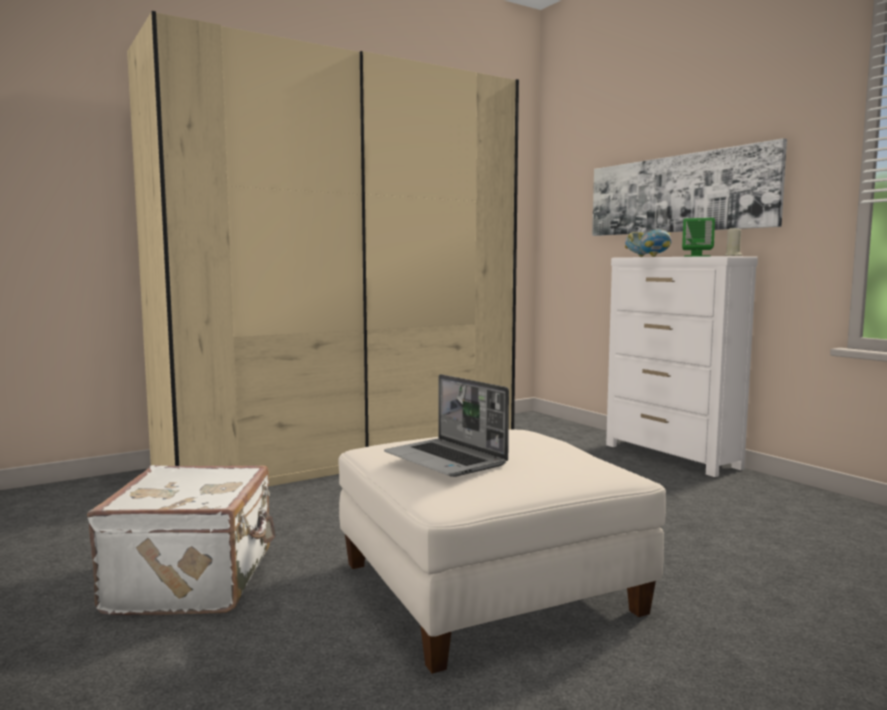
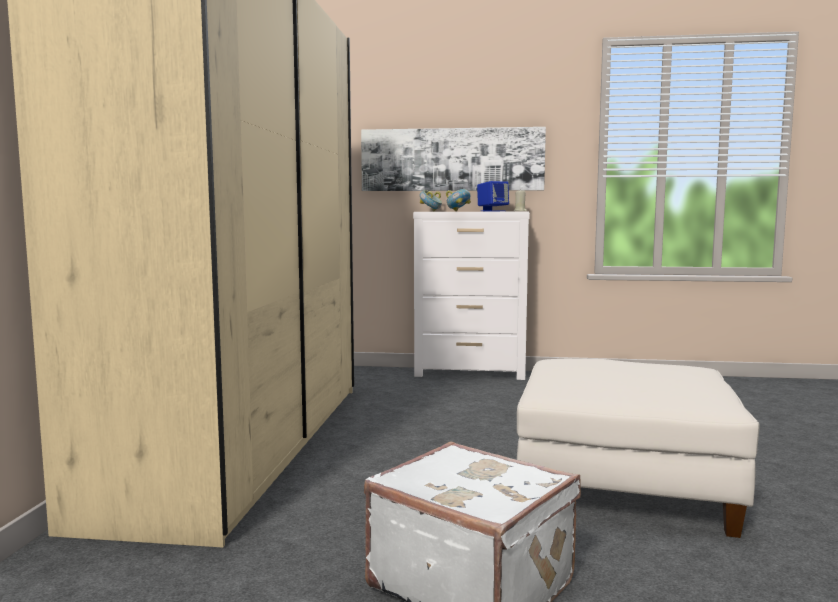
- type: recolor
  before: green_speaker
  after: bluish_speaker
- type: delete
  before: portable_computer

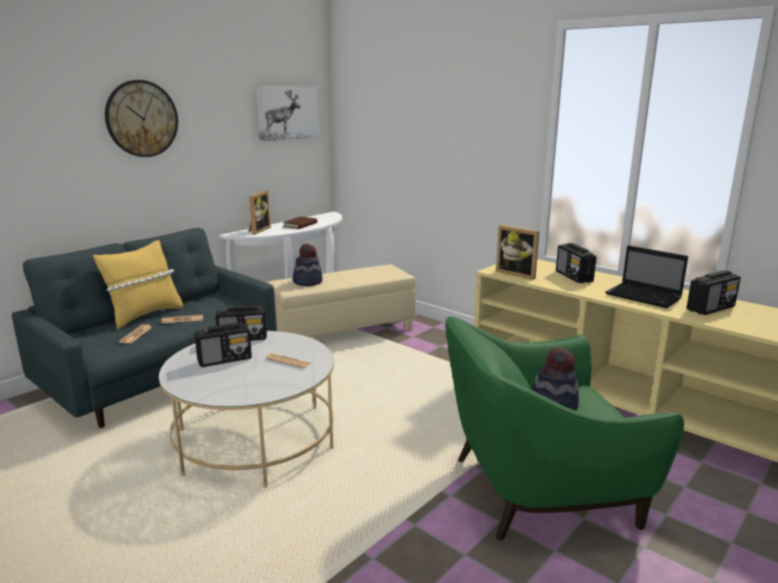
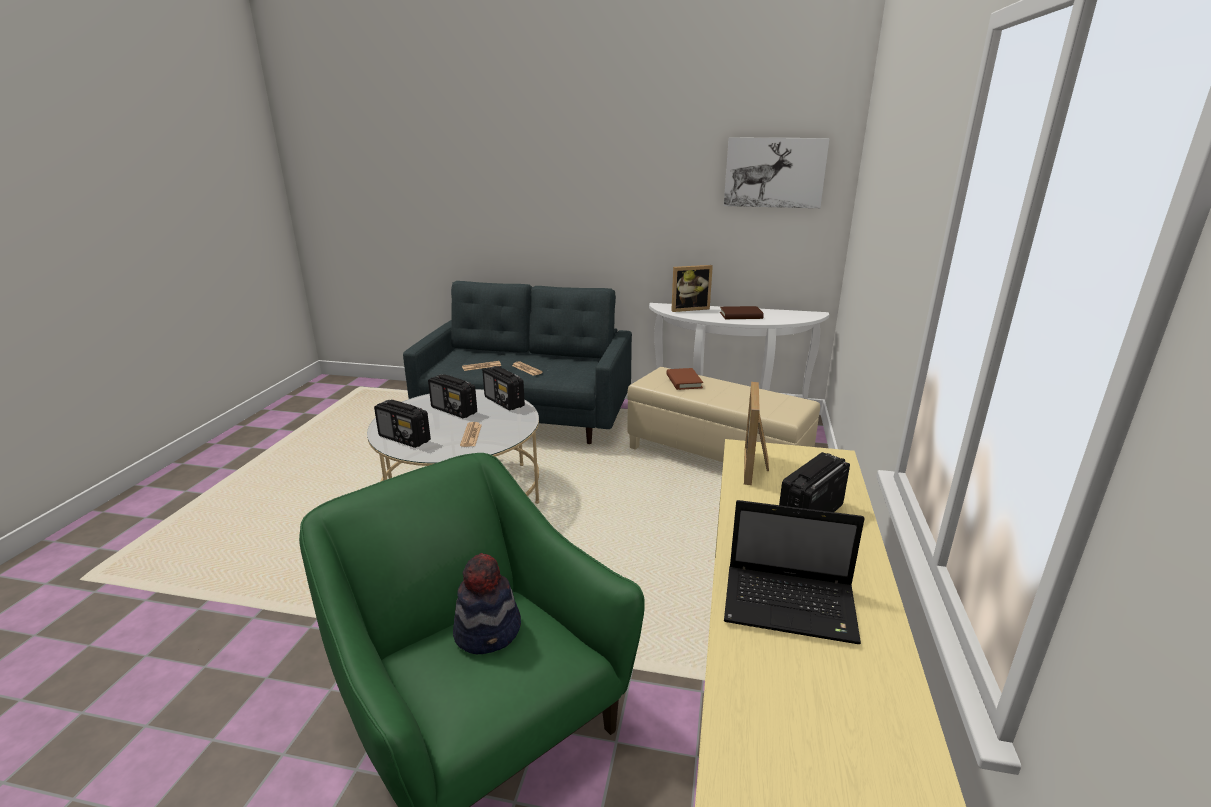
- type: move
  before: radio_receiver (4th from left in the first image)
  after: radio_receiver (1st from left)
- type: replace
  before: clothing_hat (1st from left)
  after: brownish_book (1st from left)
- type: rotate
  before: portable_computer
  turn: -90
- type: delete
  before: yellow_pillow
- type: delete
  before: clock_on_the_wall

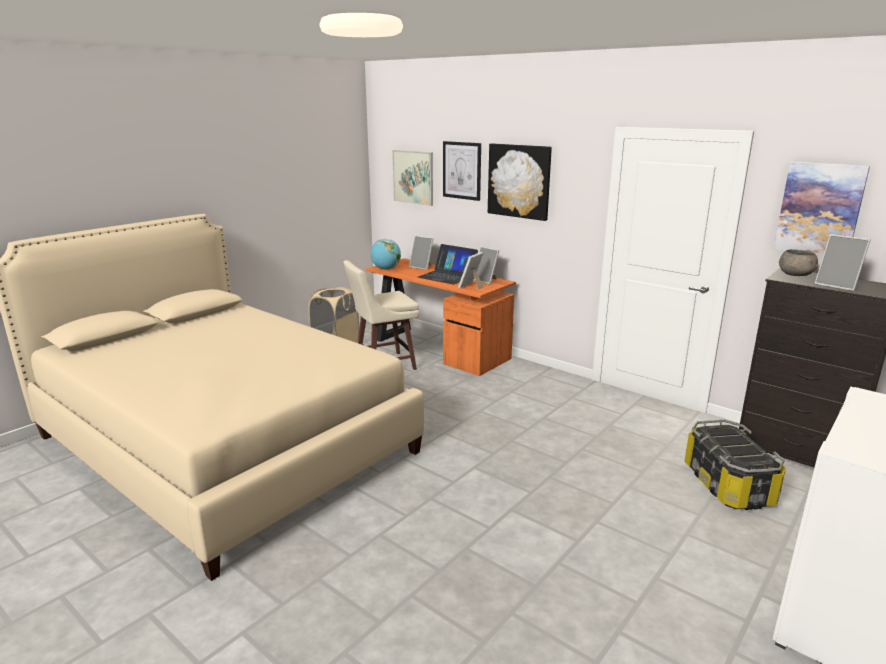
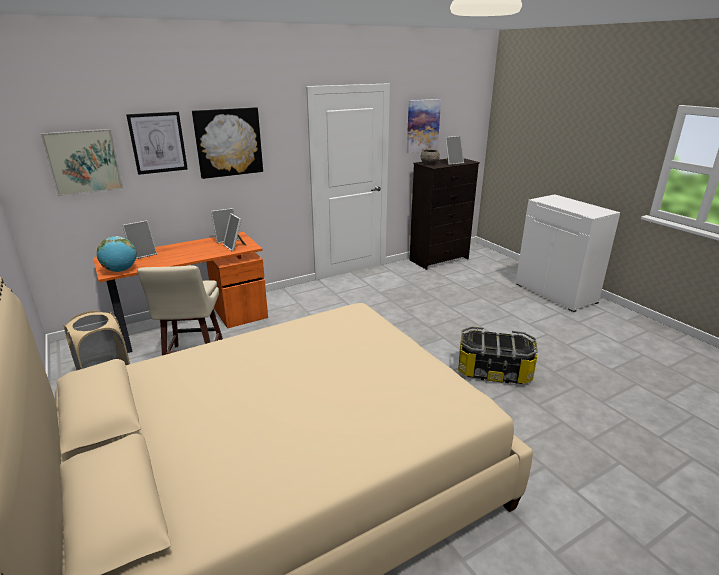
- type: move
  before: storage_bin
- type: delete
  before: portable_computer

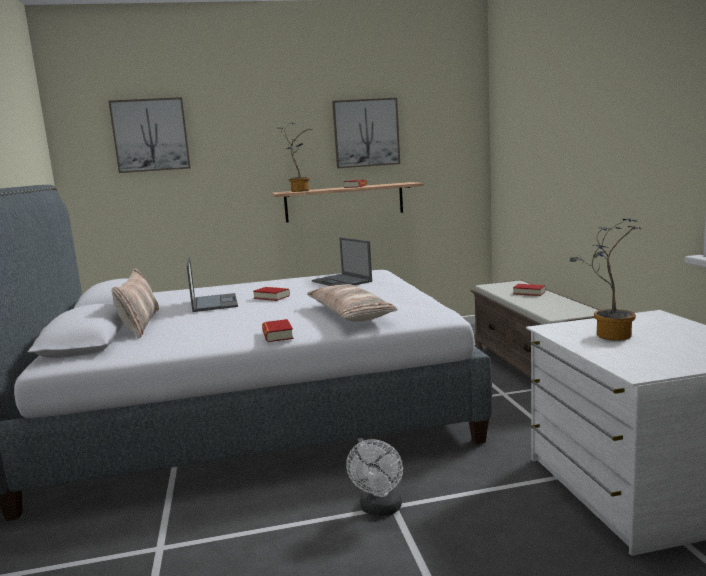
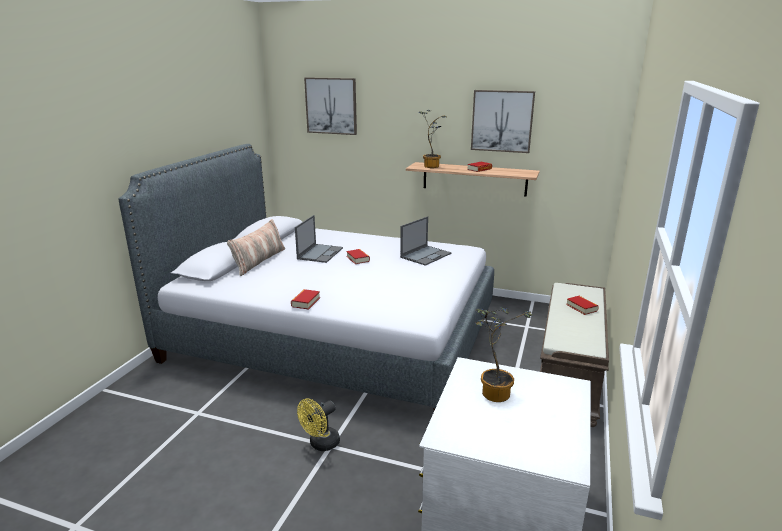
- type: recolor
  before: white-coloured_fan
  after: yellow_fan
- type: rotate
  before: portable_computer (2nd from left)
  turn: -135
- type: delete
  before: pillow (2nd from left)

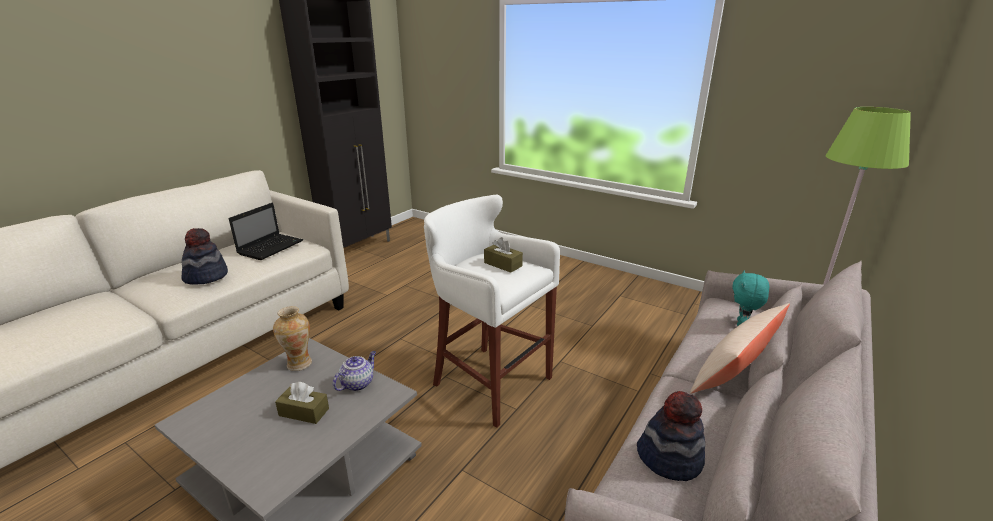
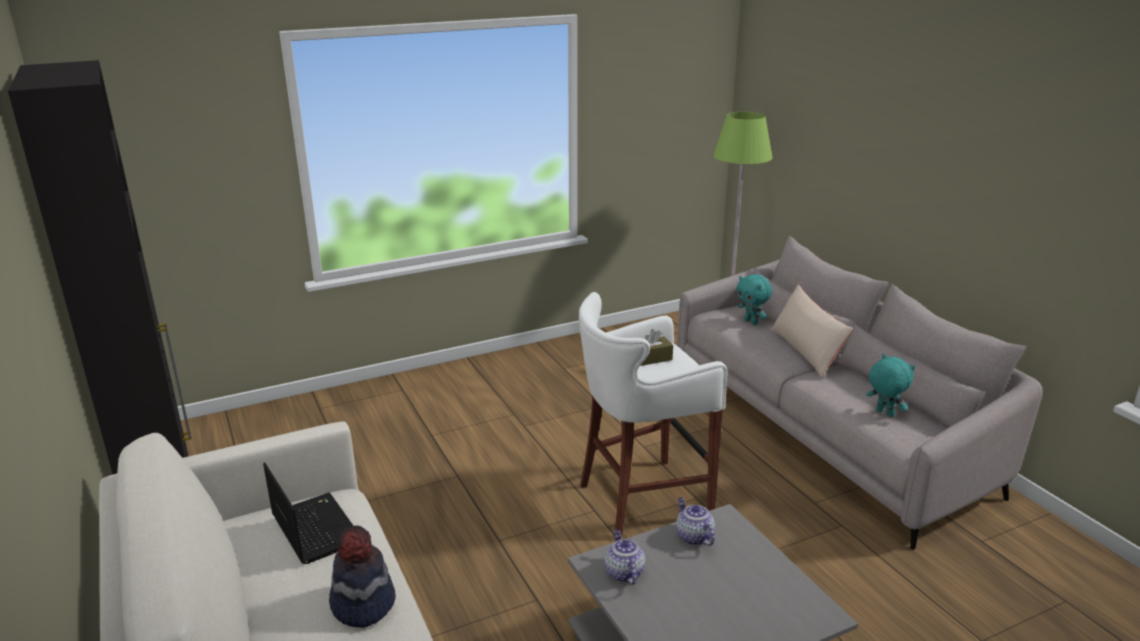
- type: replace
  before: vase
  after: teapot (1st from left)
- type: replace
  before: clothing_hat (2nd from left)
  after: turquoise_plush_toy (2nd from left)
- type: delete
  before: brownish_tissue_holder (1st from left)

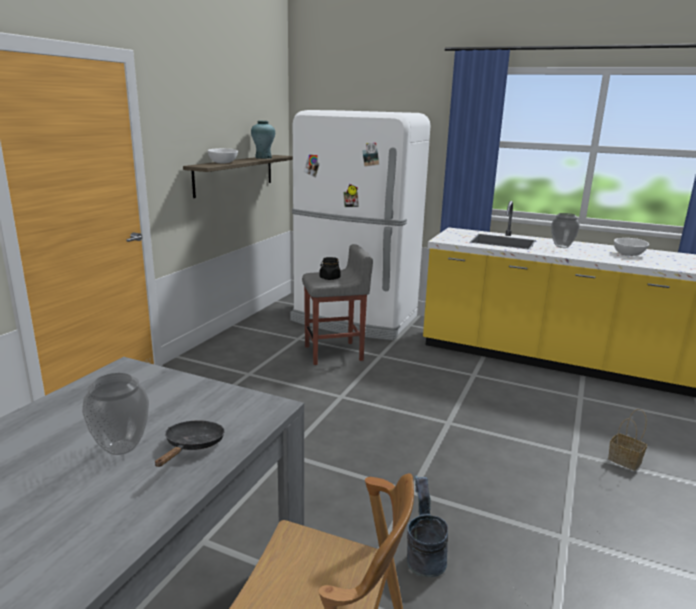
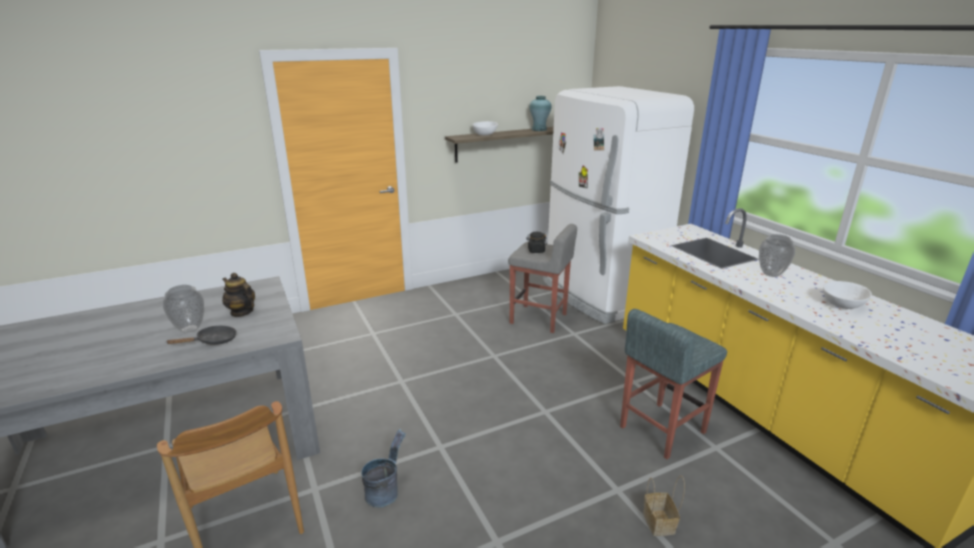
- type: insert
  after: teapot
- type: insert
  after: gray_sitting_stool (2nd from left)

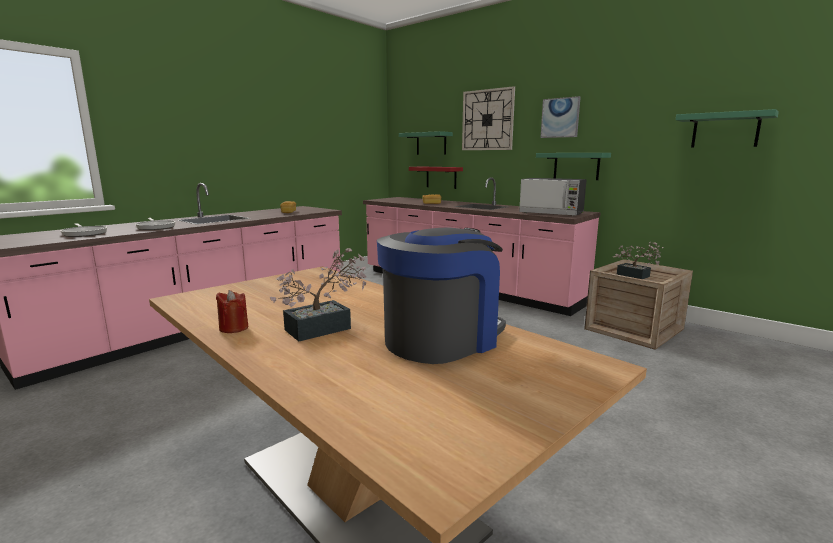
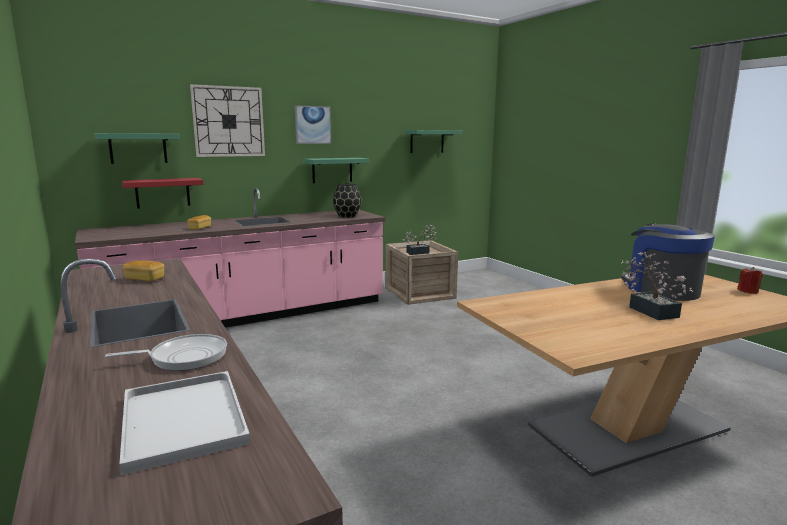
- type: replace
  before: frying_pan (1st from left)
  after: white-coloured_tray
- type: replace
  before: microwave_oven
  after: blackish_vase
- type: move
  before: reddish_wax_candle

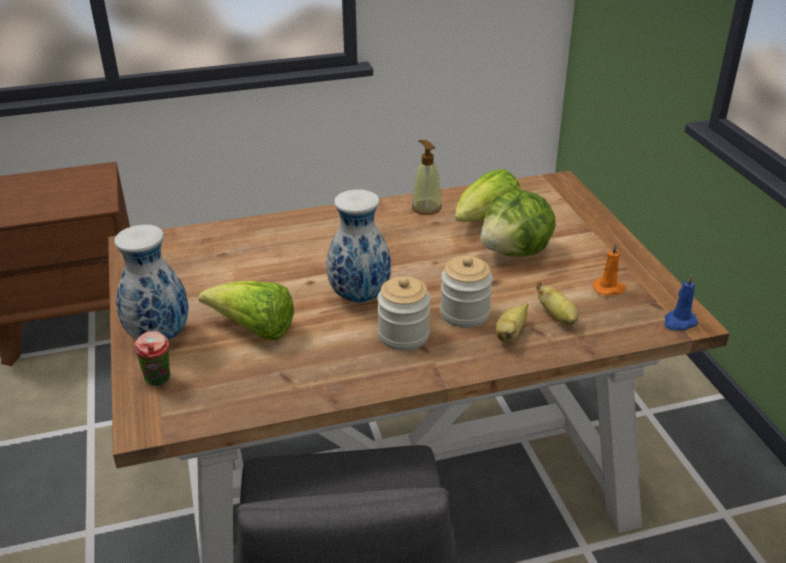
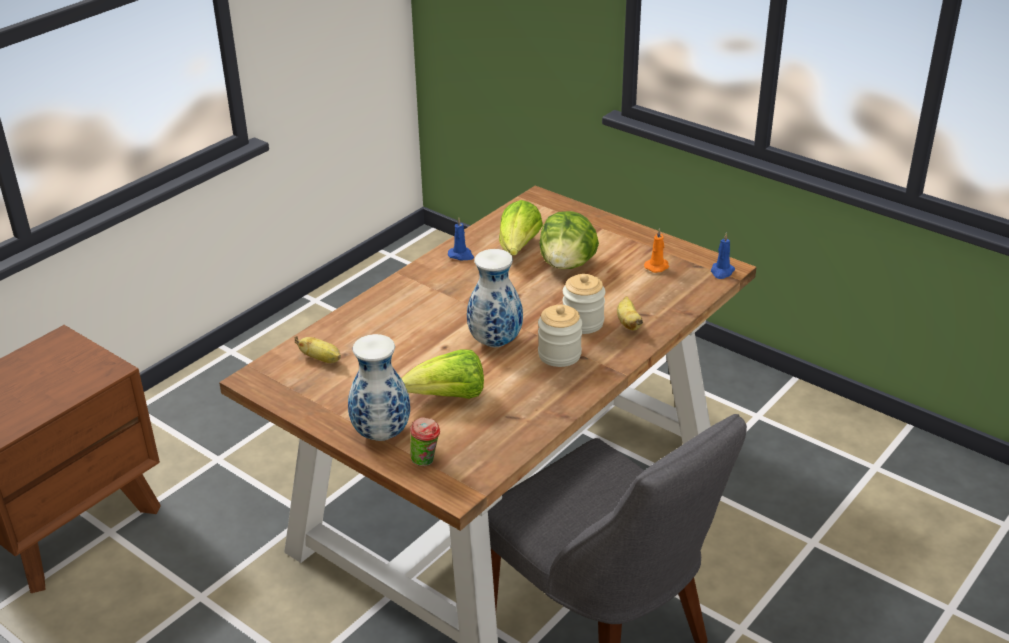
- type: move
  before: whole_banana (2nd from left in the first image)
  after: whole_banana (1st from left)
- type: replace
  before: soap_dispenser
  after: bluish_wax_candle (1st from left)

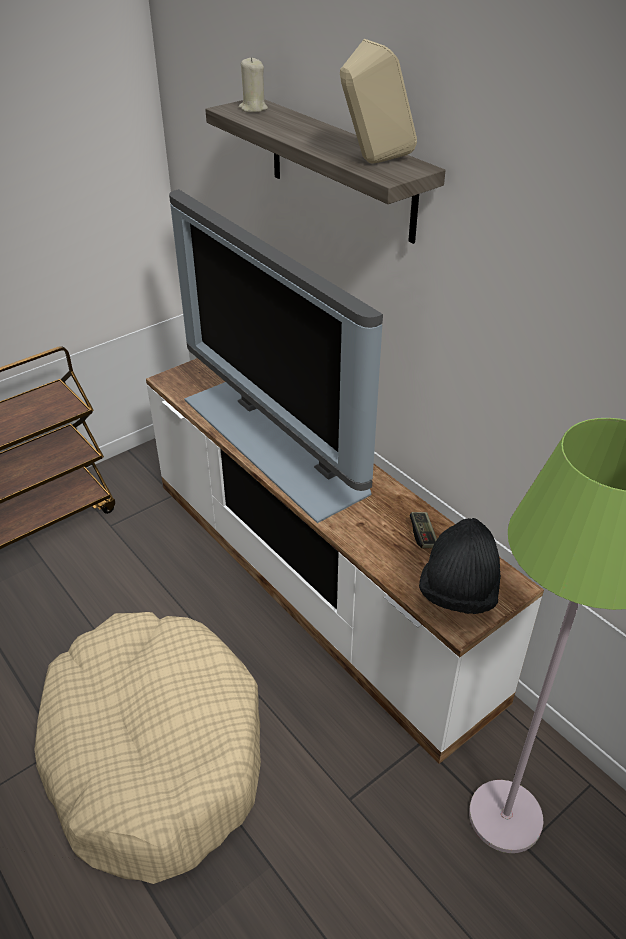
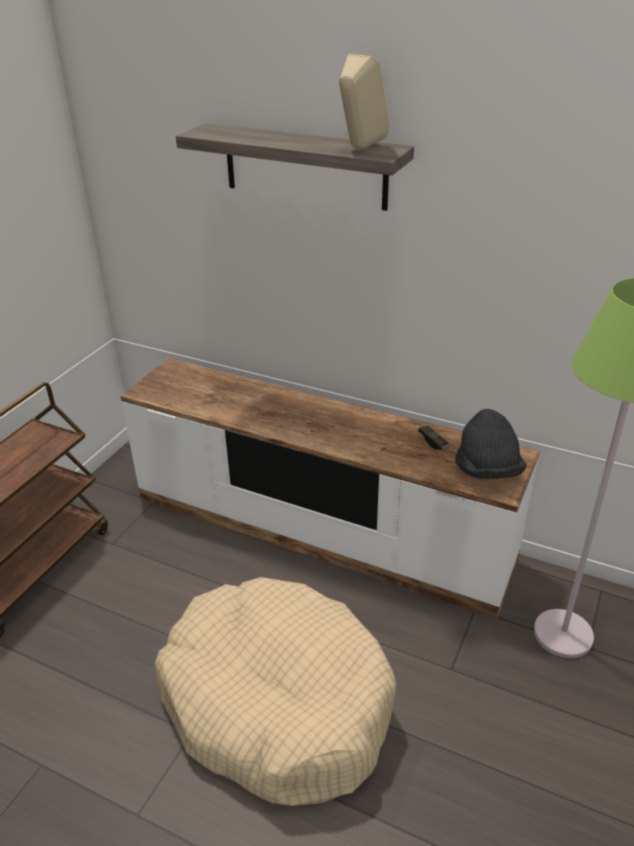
- type: delete
  before: TV
- type: delete
  before: beige_wax_candle

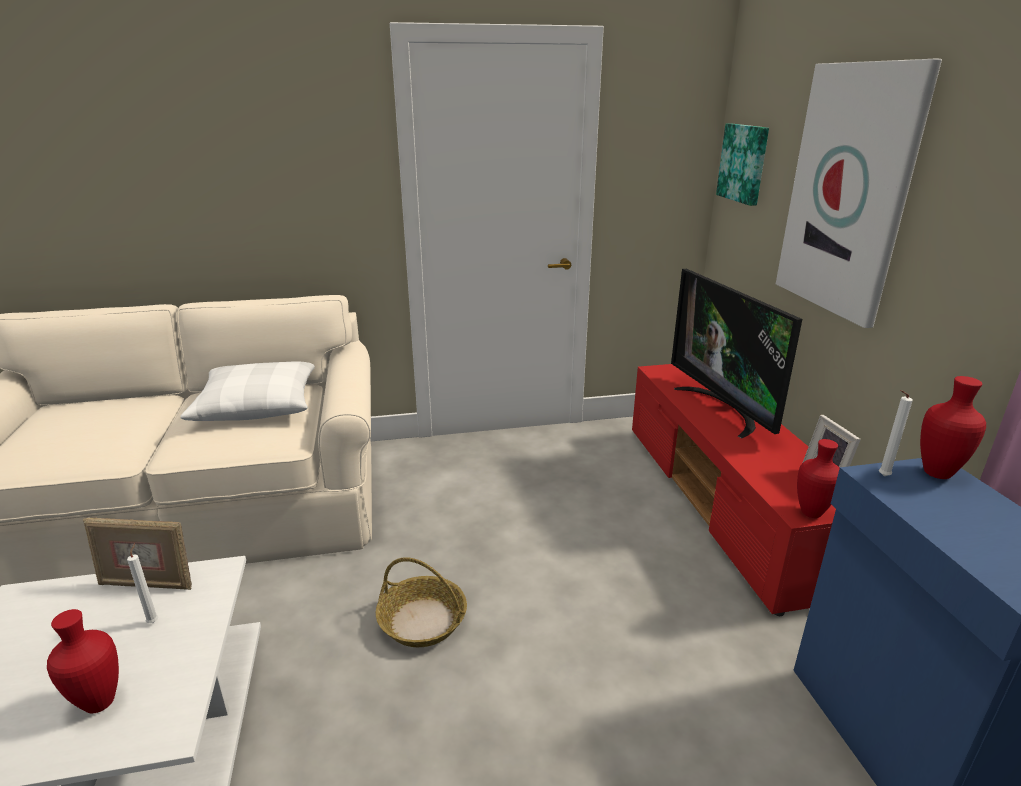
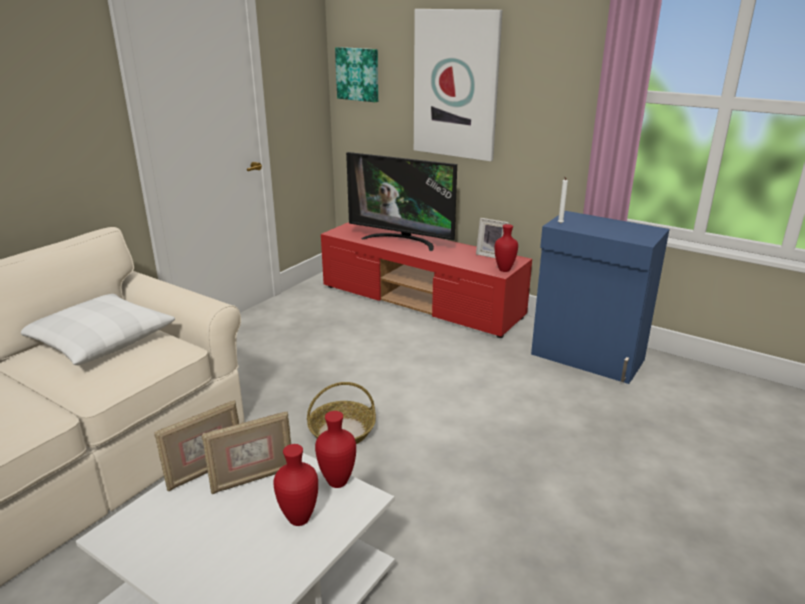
- type: replace
  before: white-coloured_wax_candle (1st from left)
  after: picture_frame (2nd from left)
- type: move
  before: reddish_vase (3rd from left in the first image)
  after: reddish_vase (2nd from left)

